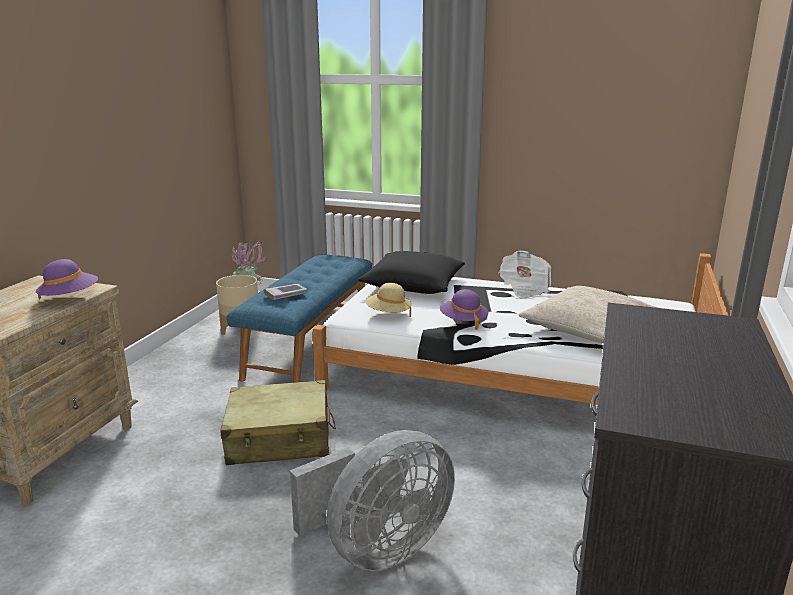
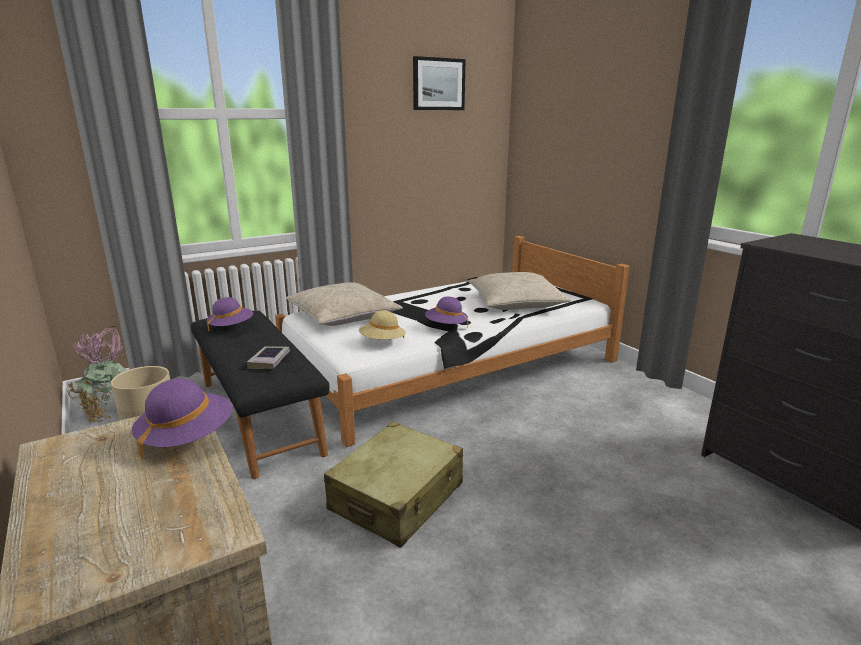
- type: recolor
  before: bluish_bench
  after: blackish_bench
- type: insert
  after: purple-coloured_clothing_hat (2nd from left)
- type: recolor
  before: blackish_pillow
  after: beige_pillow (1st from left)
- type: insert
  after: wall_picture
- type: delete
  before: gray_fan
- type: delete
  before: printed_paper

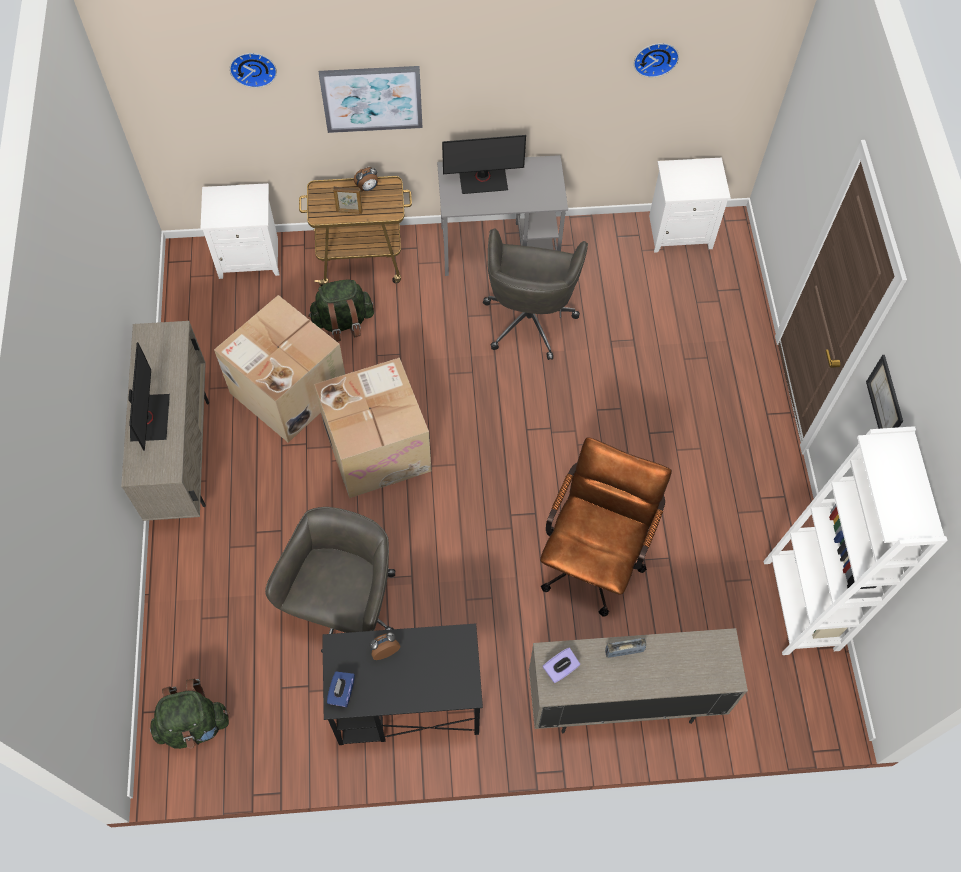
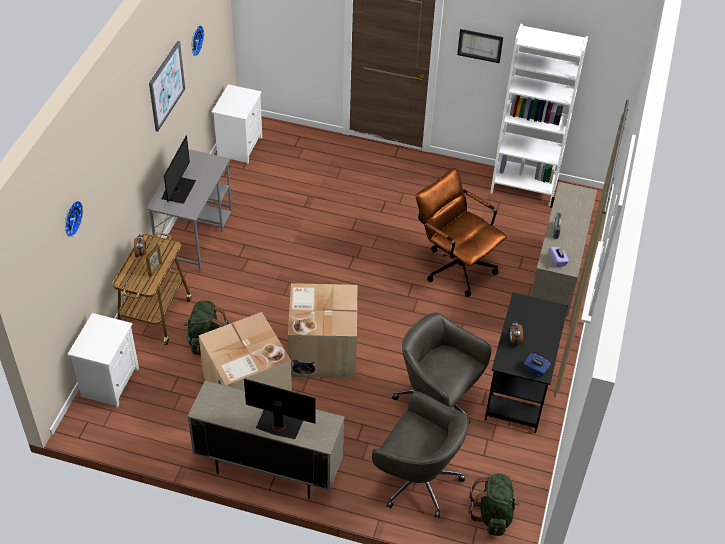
- type: move
  before: wall_picture (1st from left)
- type: move
  before: gray_office_chair (2nd from left in the first image)
  after: gray_office_chair (1st from left)

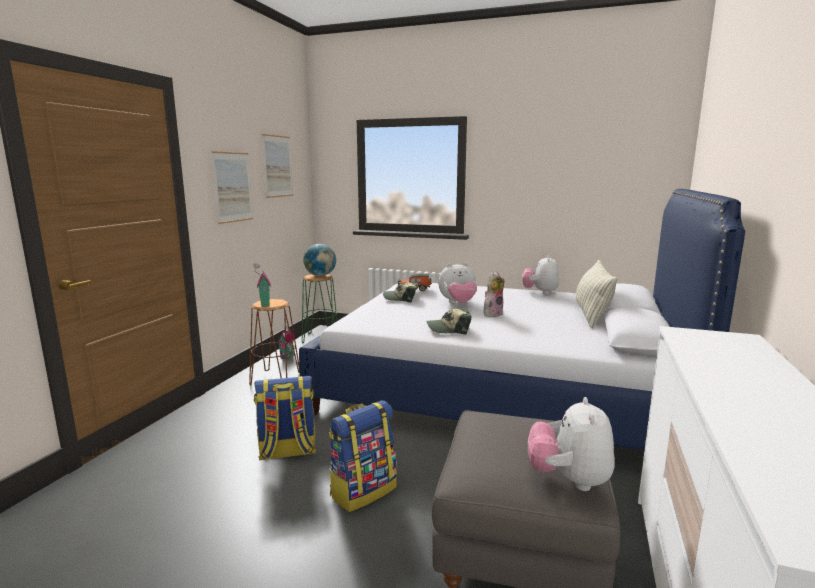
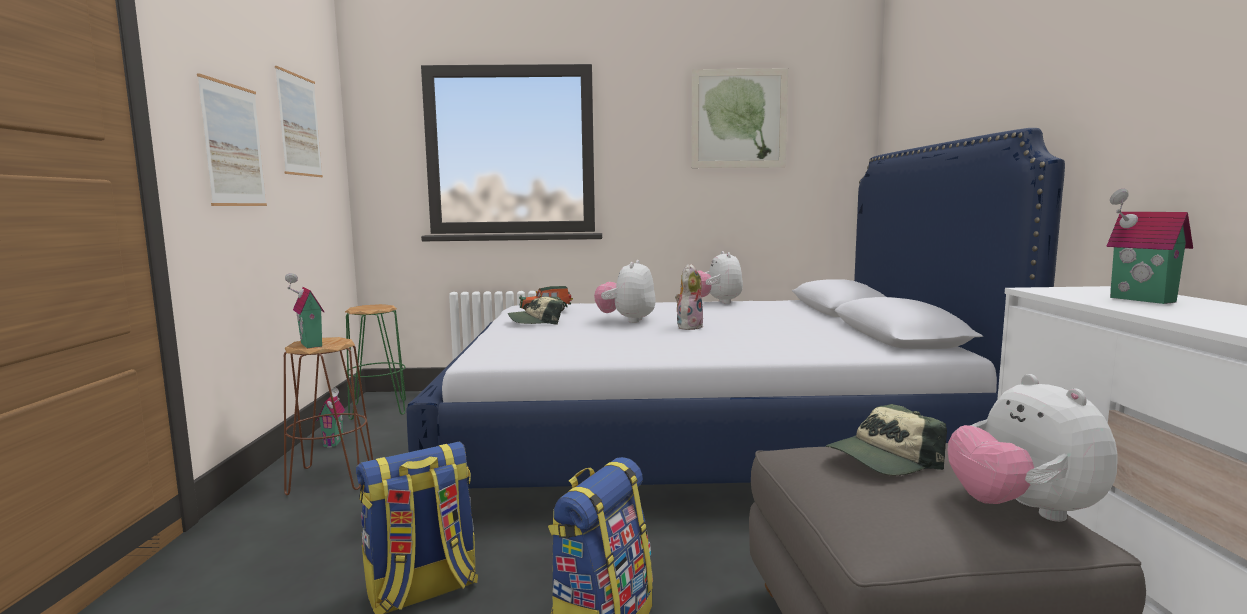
- type: rotate
  before: plush_toy (1st from left)
  turn: 135
- type: insert
  after: wall_picture (3rd from left)
- type: move
  before: cap (2nd from left)
- type: insert
  after: miniature_house (3rd from left)
- type: delete
  before: world_globe
- type: delete
  before: pillow

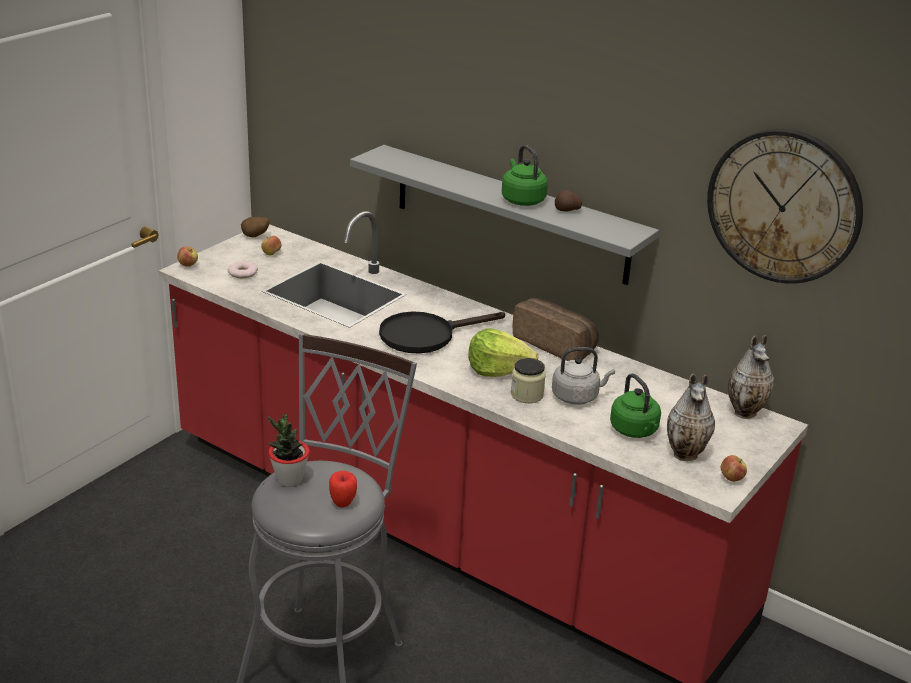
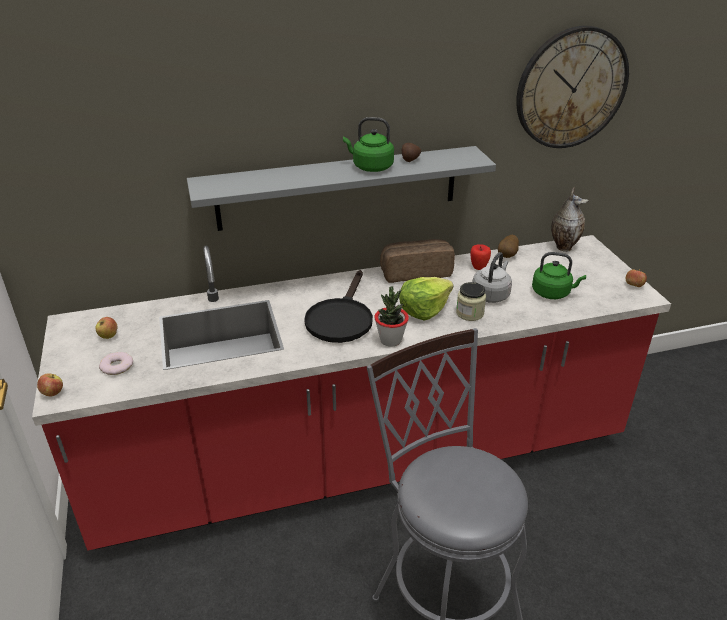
- type: move
  before: potted_plant
- type: move
  before: apple_fruit (3rd from left)
- type: move
  before: whole_potato (1st from left in the first image)
  after: whole_potato (2nd from left)
- type: delete
  before: vase (1st from left)

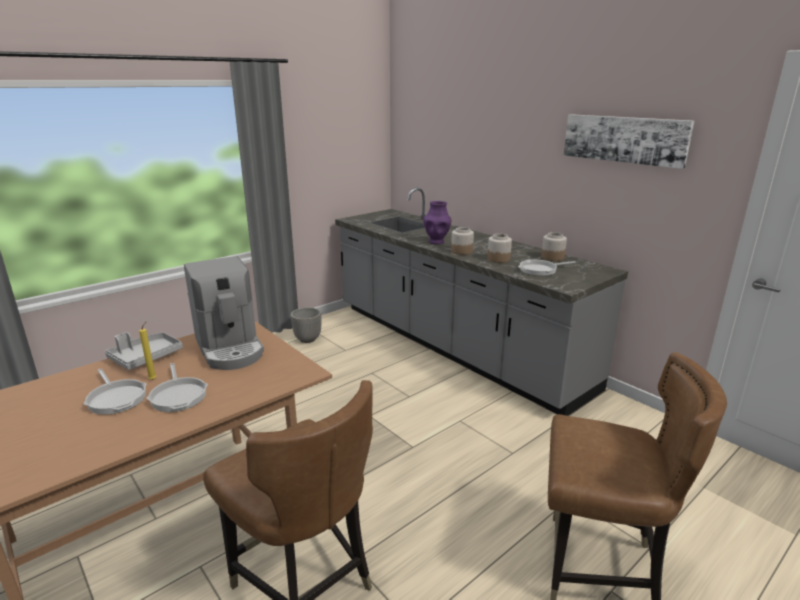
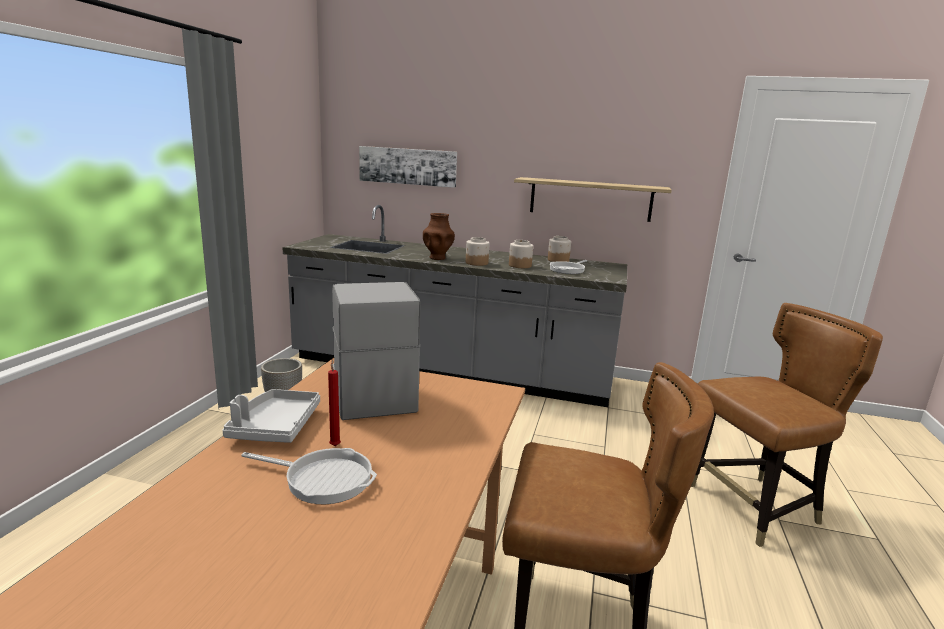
- type: recolor
  before: yellow_wax_candle
  after: reddish_wax_candle
- type: rotate
  before: coffee_maker
  turn: -135
- type: move
  before: wall_picture
- type: recolor
  before: purple-coloured_vase
  after: brownish_vase
- type: insert
  after: wall_shelf
- type: delete
  before: frying_pan (2nd from left)

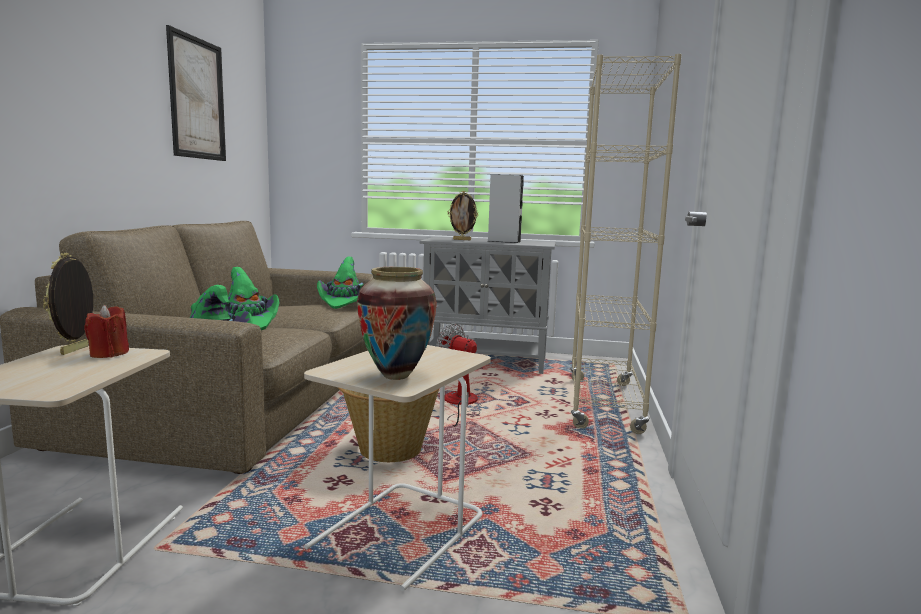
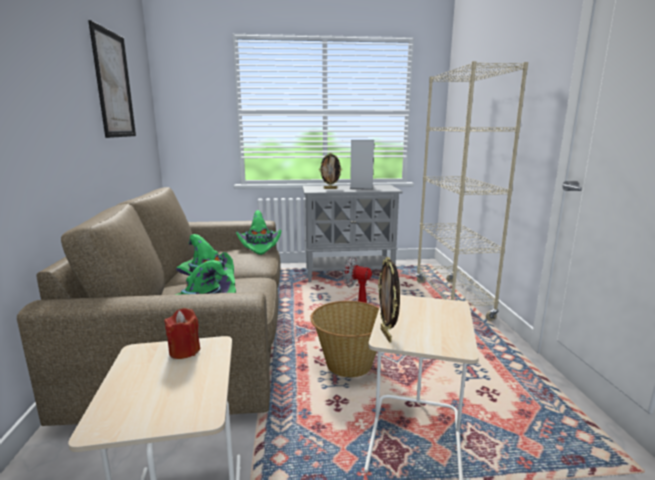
- type: move
  before: picture_frame (1st from left in the first image)
  after: picture_frame (2nd from left)
- type: delete
  before: vase

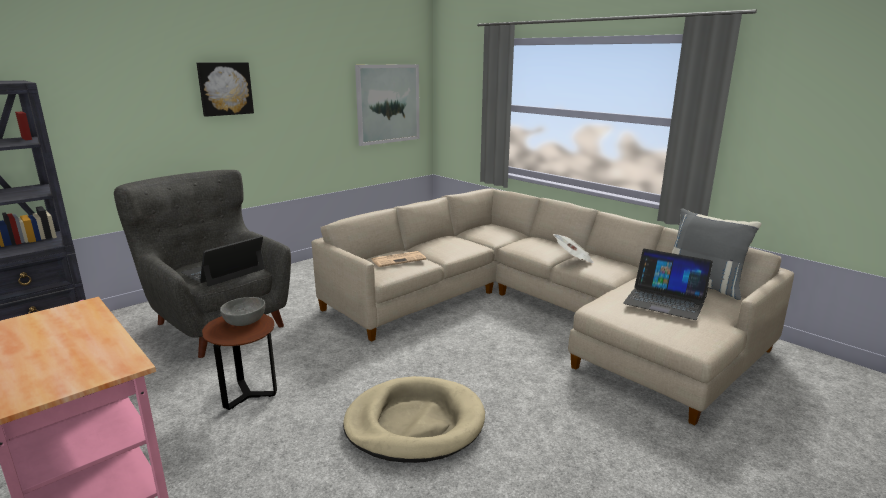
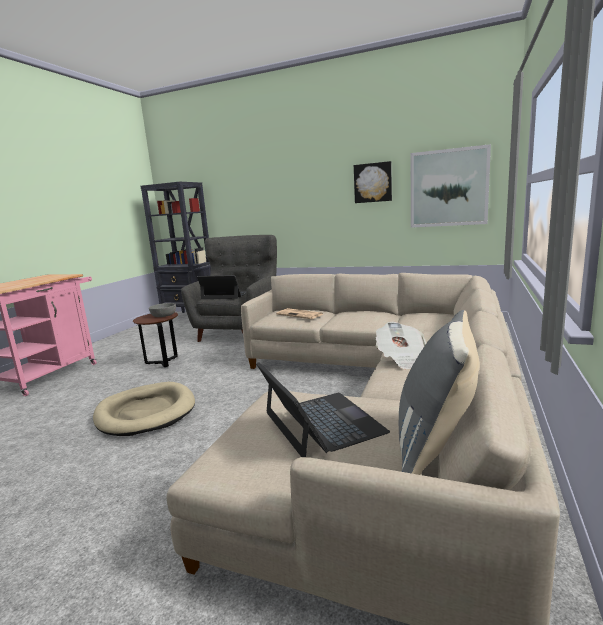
- type: rotate
  before: portable_computer (2nd from left)
  turn: 150
- type: move
  before: wall_picture (1st from left)

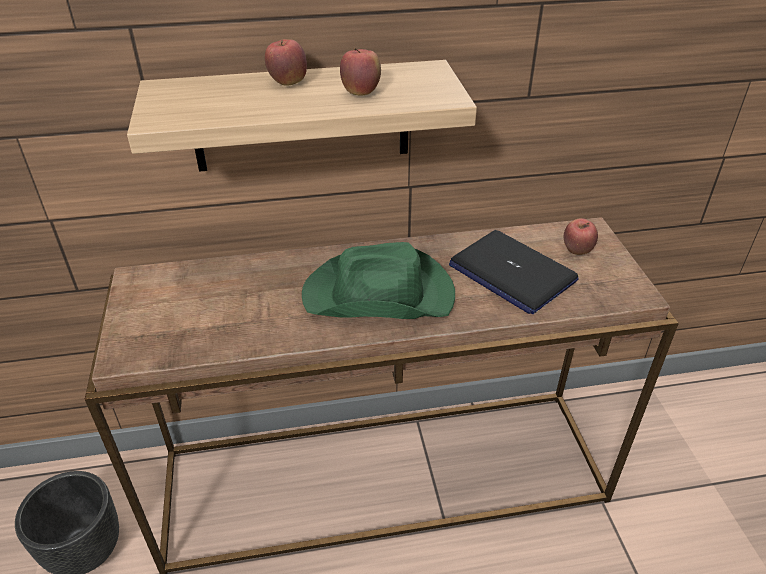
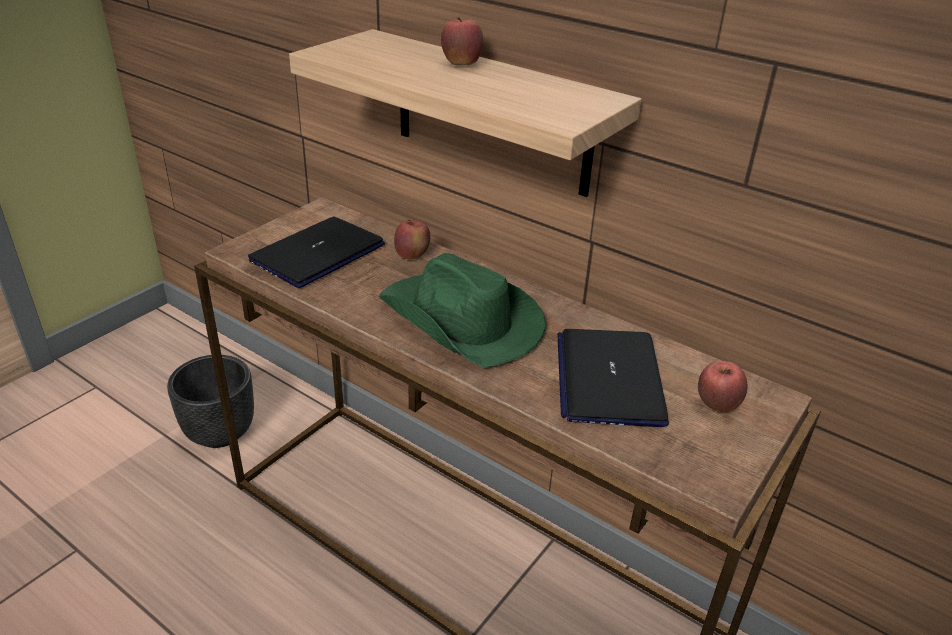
- type: insert
  after: portable_computer (1st from left)
- type: move
  before: apple_fruit (2nd from left in the first image)
  after: apple_fruit (1st from left)

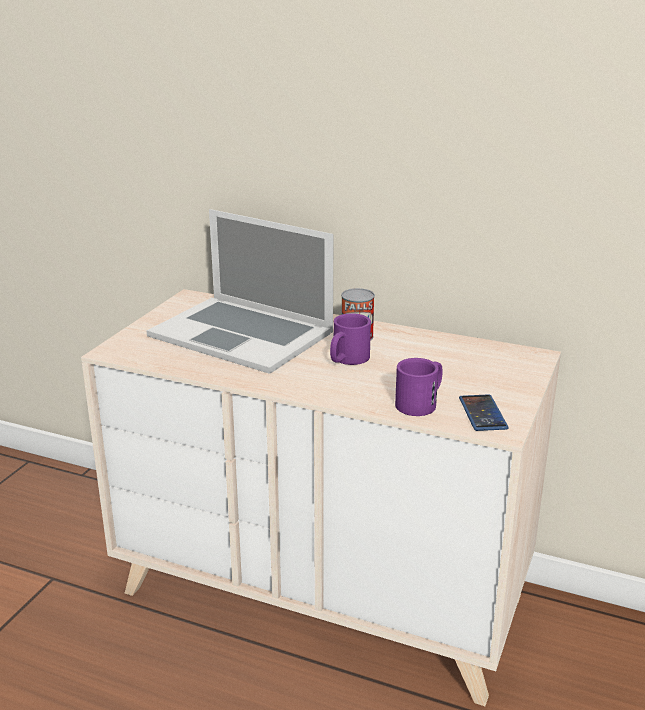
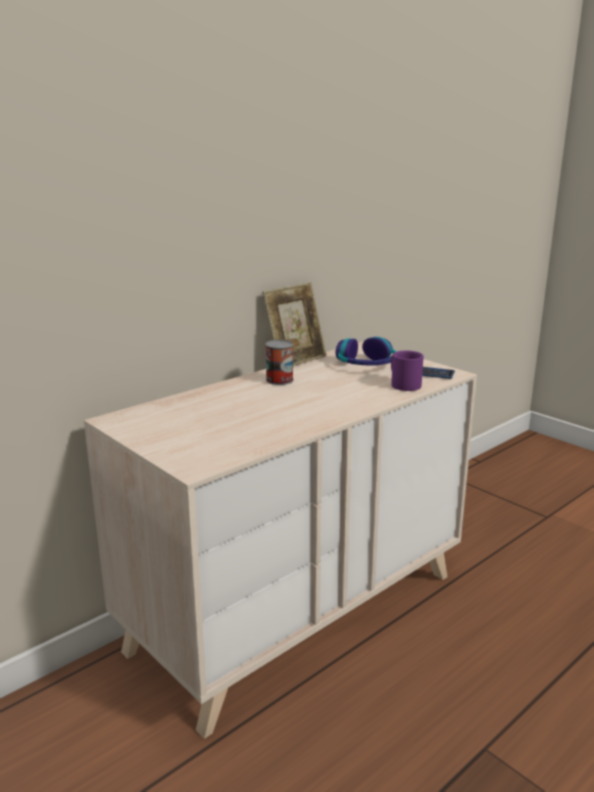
- type: insert
  after: picture_frame
- type: insert
  after: headphones
- type: delete
  before: portable_computer
- type: delete
  before: purple-coloured_coffee_mug (1st from left)

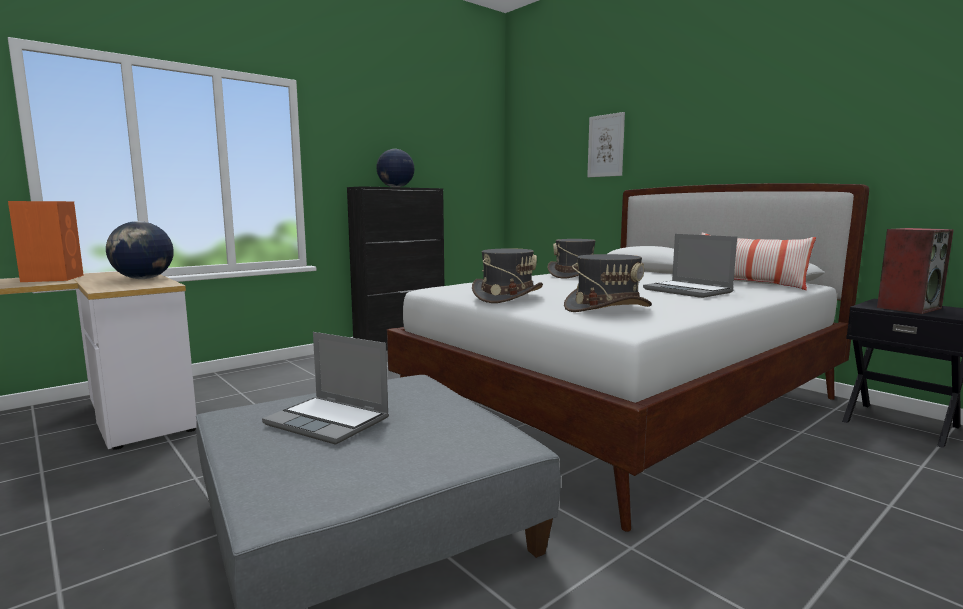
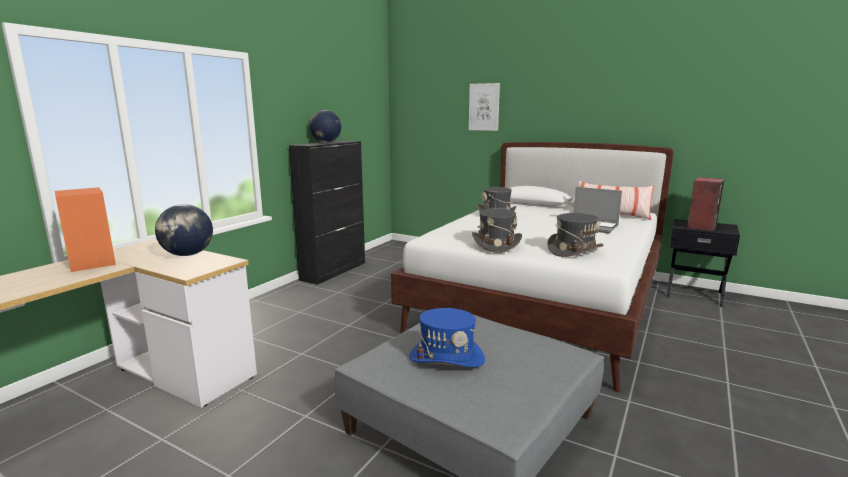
- type: replace
  before: portable_computer (1st from left)
  after: bluish_clothing_hat

